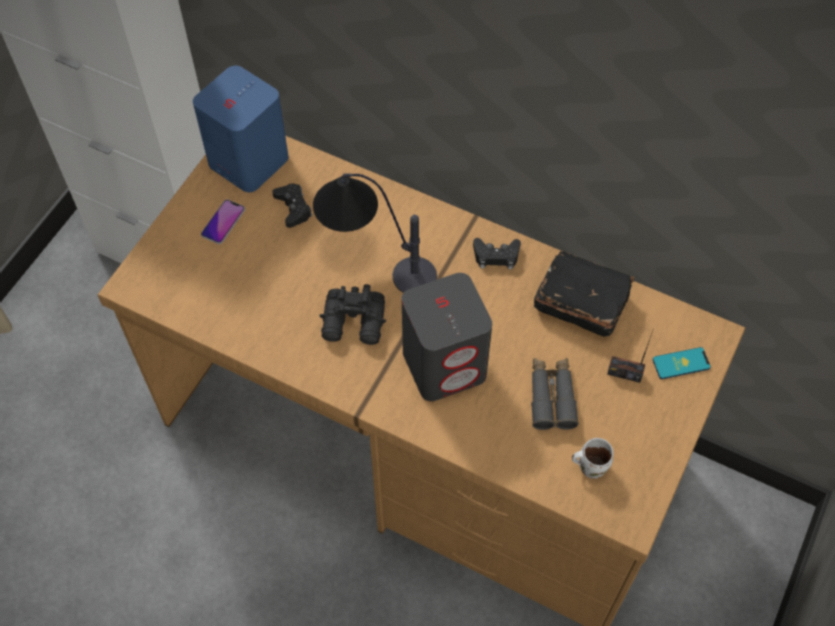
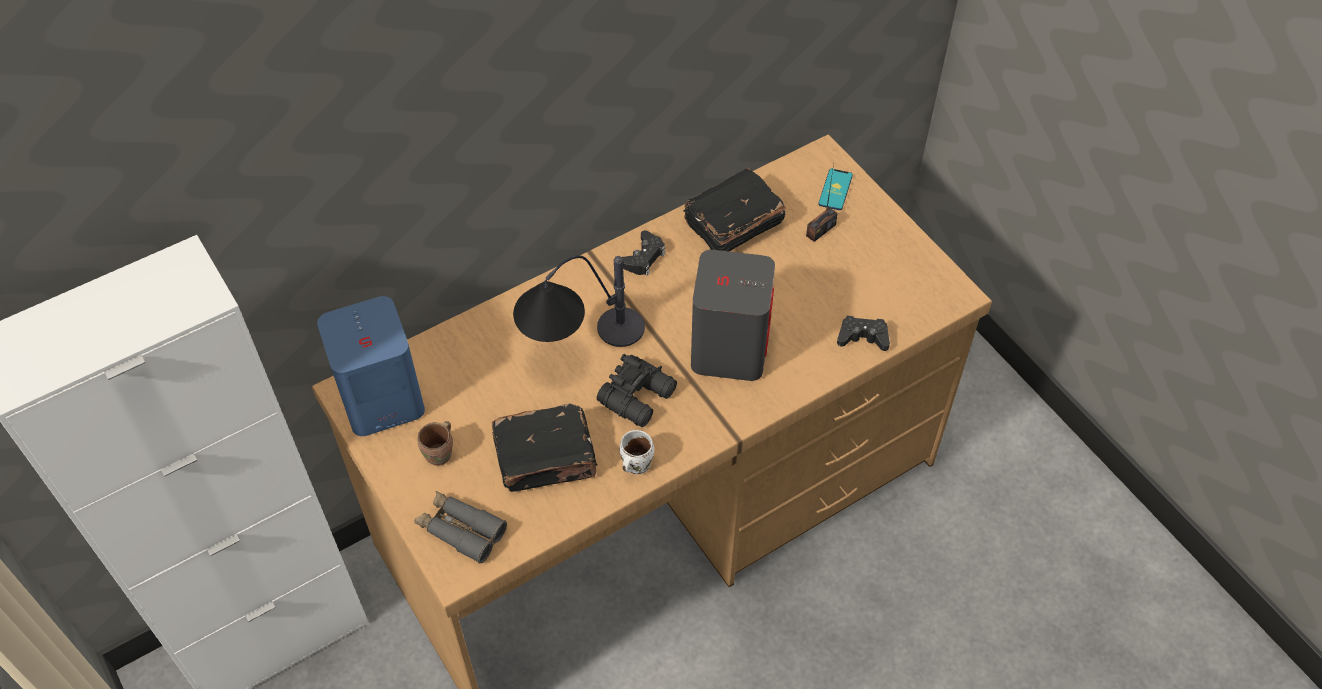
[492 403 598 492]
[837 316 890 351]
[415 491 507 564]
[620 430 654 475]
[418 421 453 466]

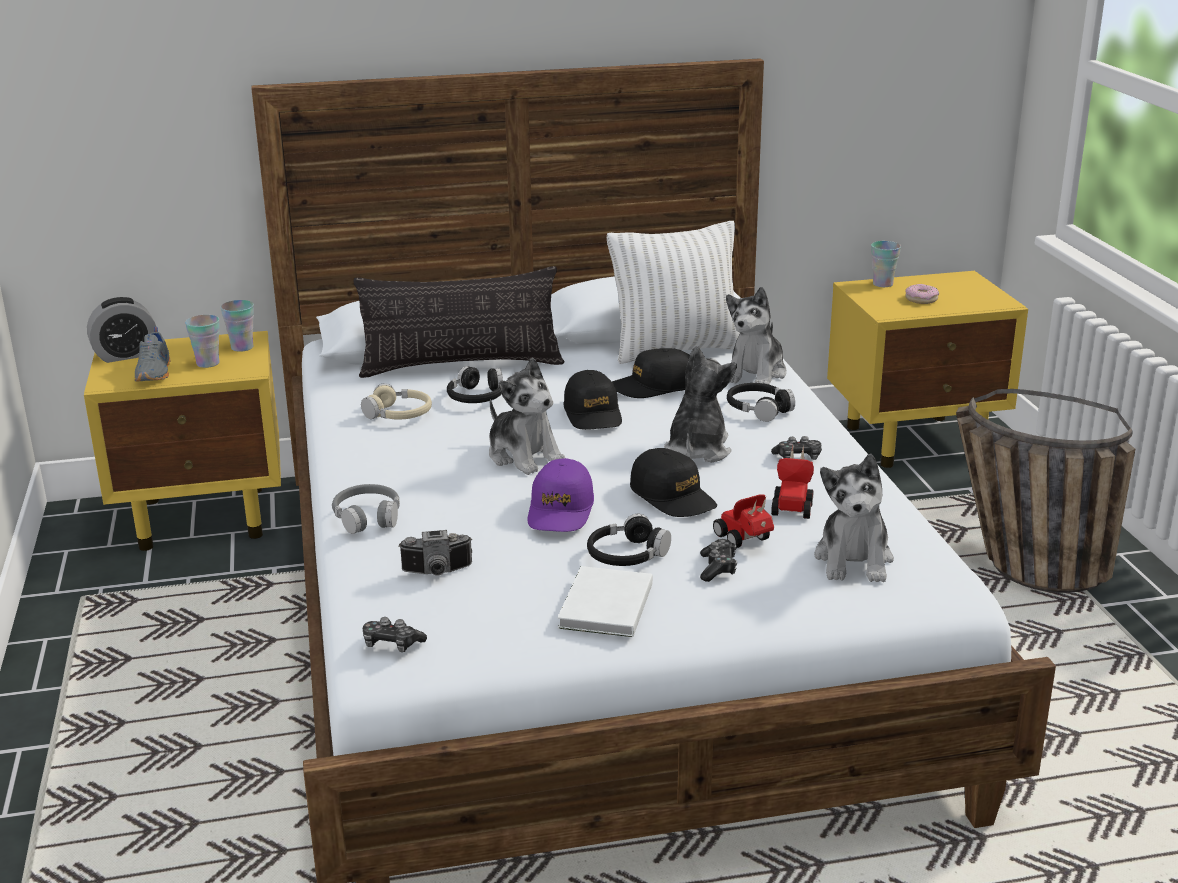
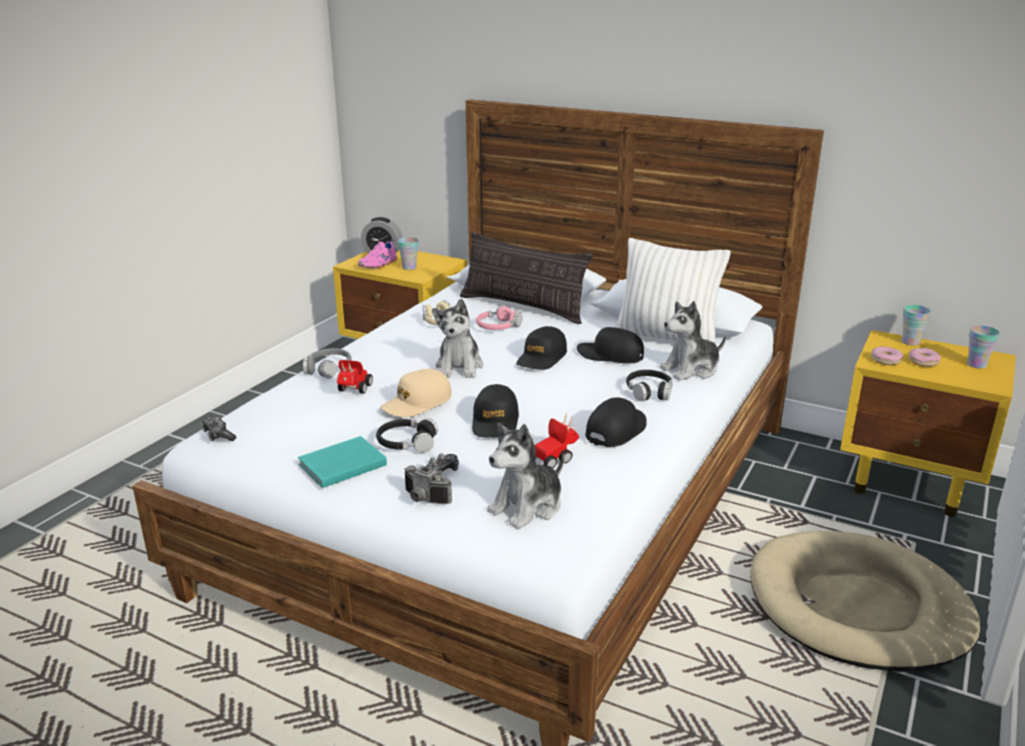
[664 346 737 462] (first image)
[871 346 903 365]
[967 325 1000 369]
[404 465 452 504]
[337 360 373 394]
[585 397 647 447]
[750 531 980 672]
[358 239 397 269]
[476 305 523 330]
[380 369 452 417]
[298 436 387 488]

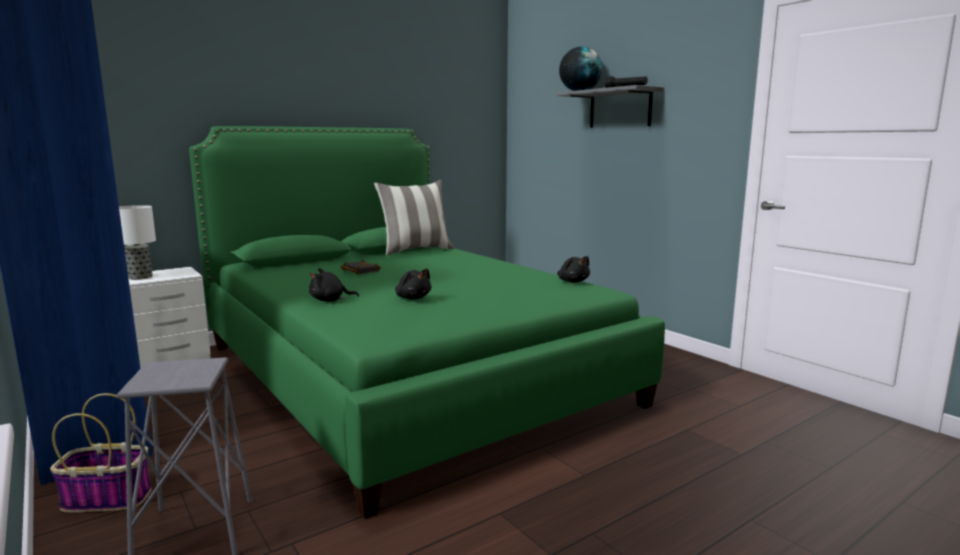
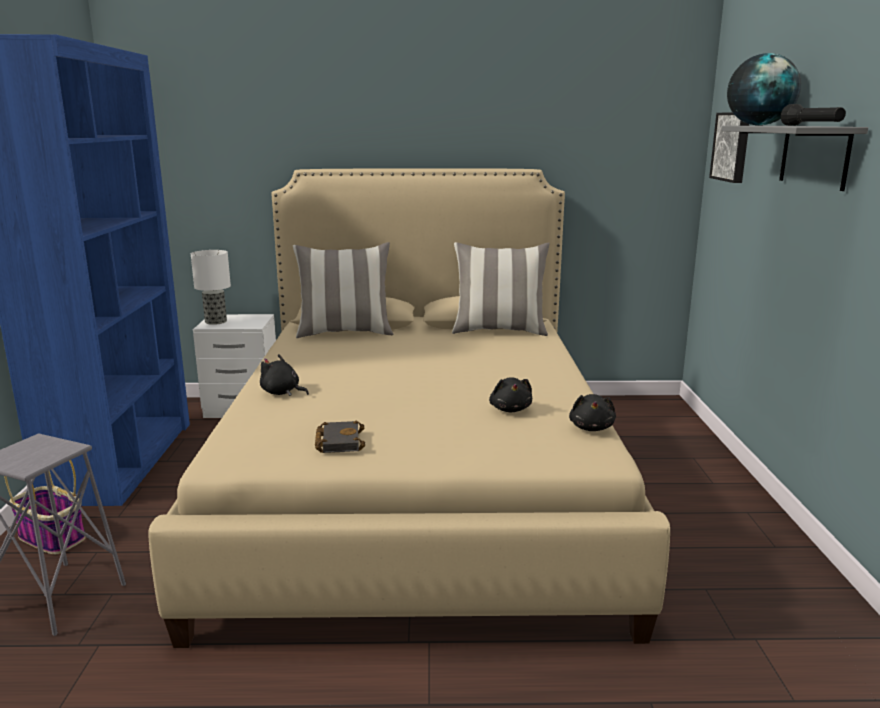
[293 242 393 338]
[709 112 749 183]
[315 421 365 453]
[489 377 532 412]
[149 168 670 648]

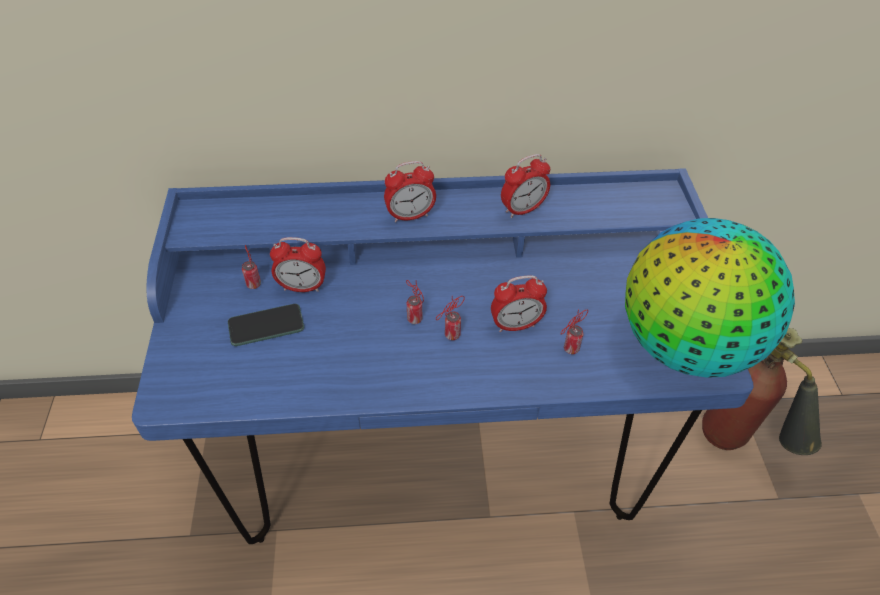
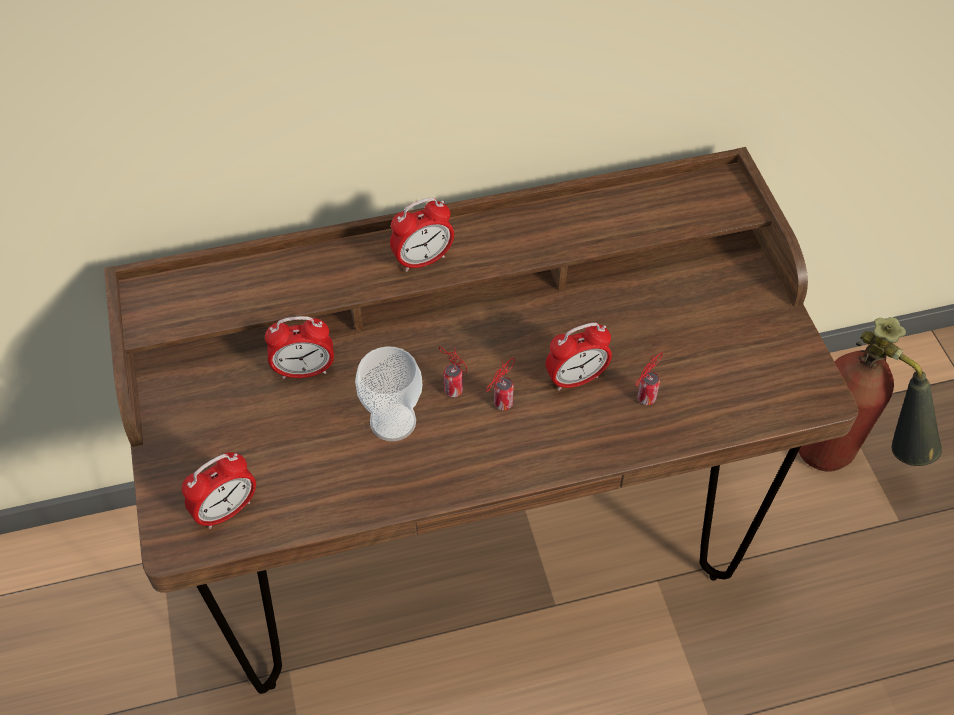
[228 304 304 346] (first image)
[242 245 261 289] (first image)
[625 218 795 378] (first image)
[355 346 422 441]
[182 452 256 529]
[104 147 859 694]

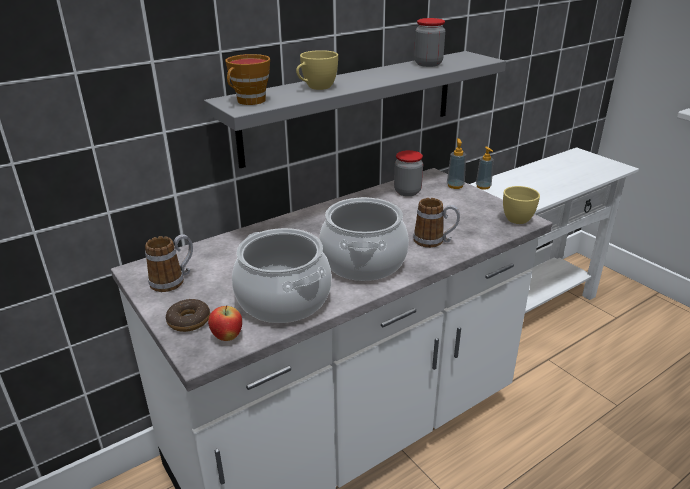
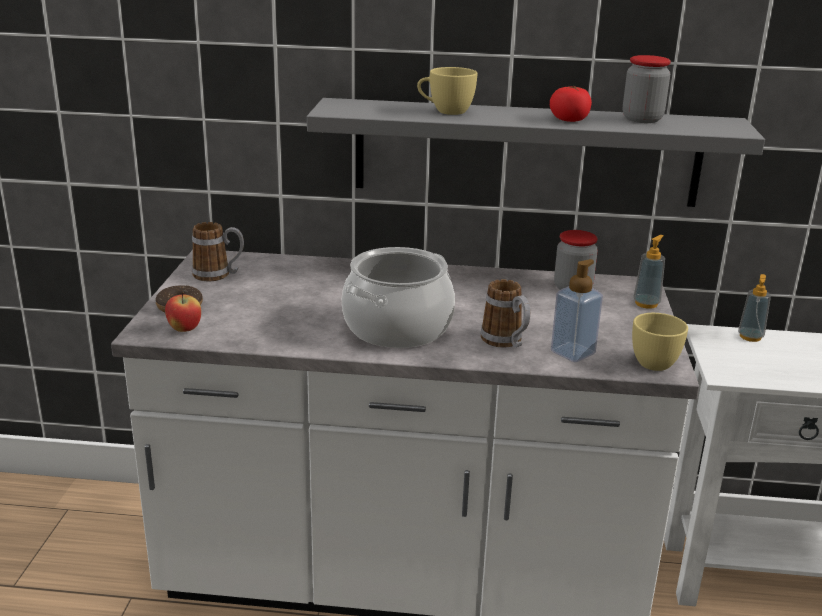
[226 54 270 105] (first image)
[232 228 331 323] (first image)
[550 86 592 122]
[551 259 603 362]

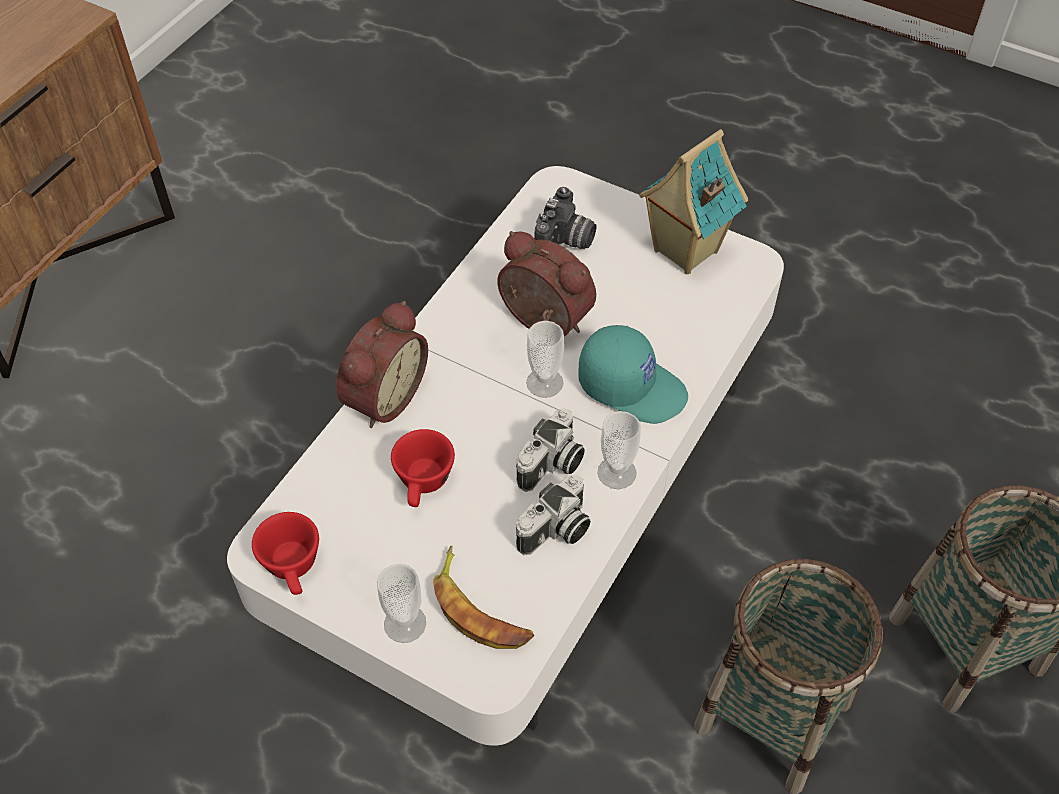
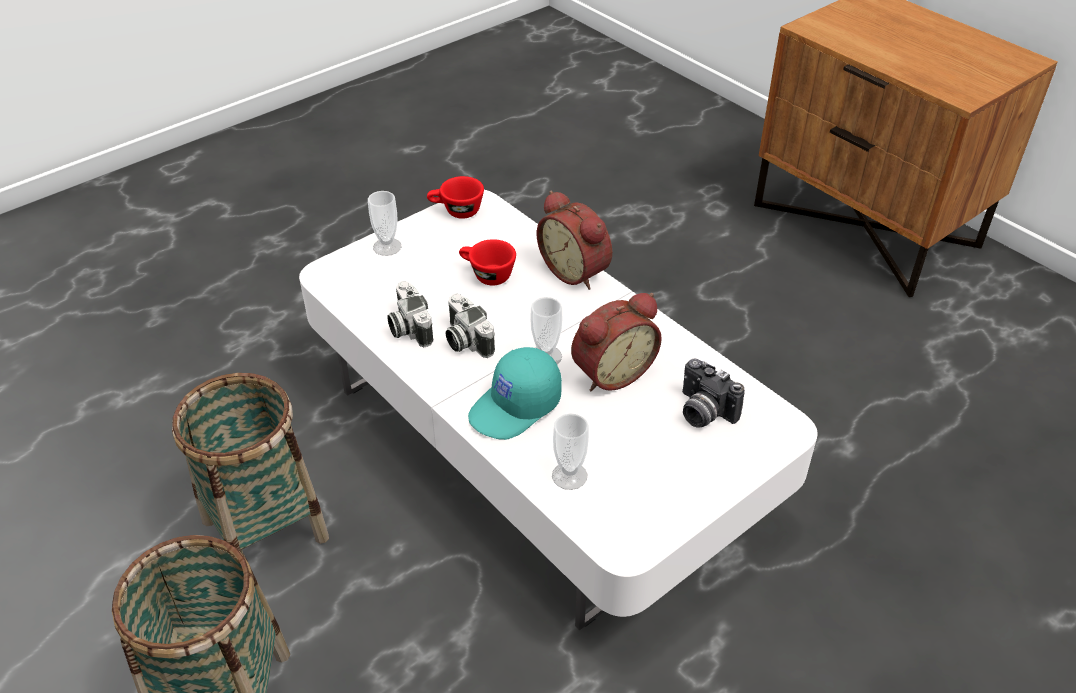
[433 546 534 649] (first image)
[639 129 748 274] (first image)
[552 413 589 490]

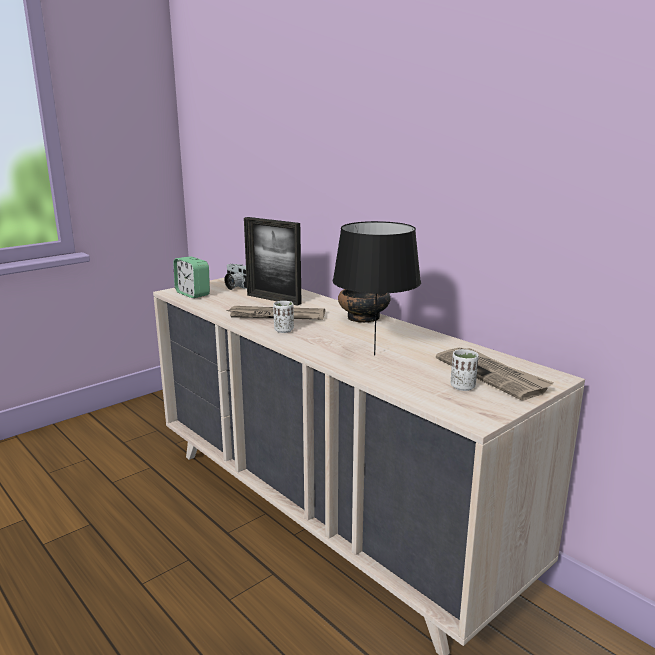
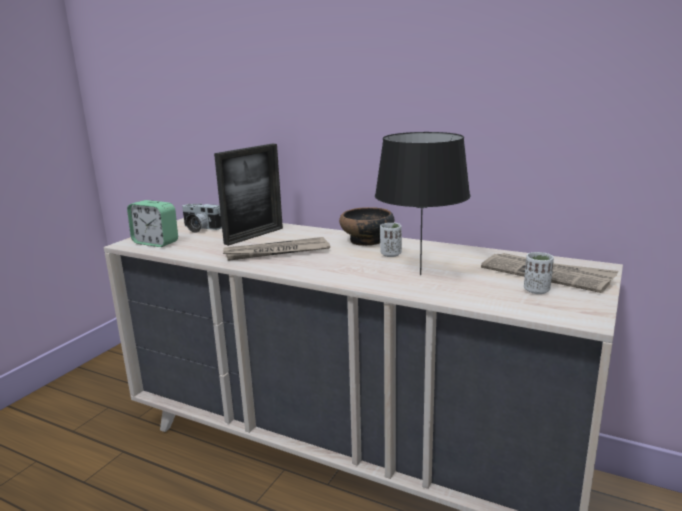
[380 223 402 257]
[214 144 283 246]

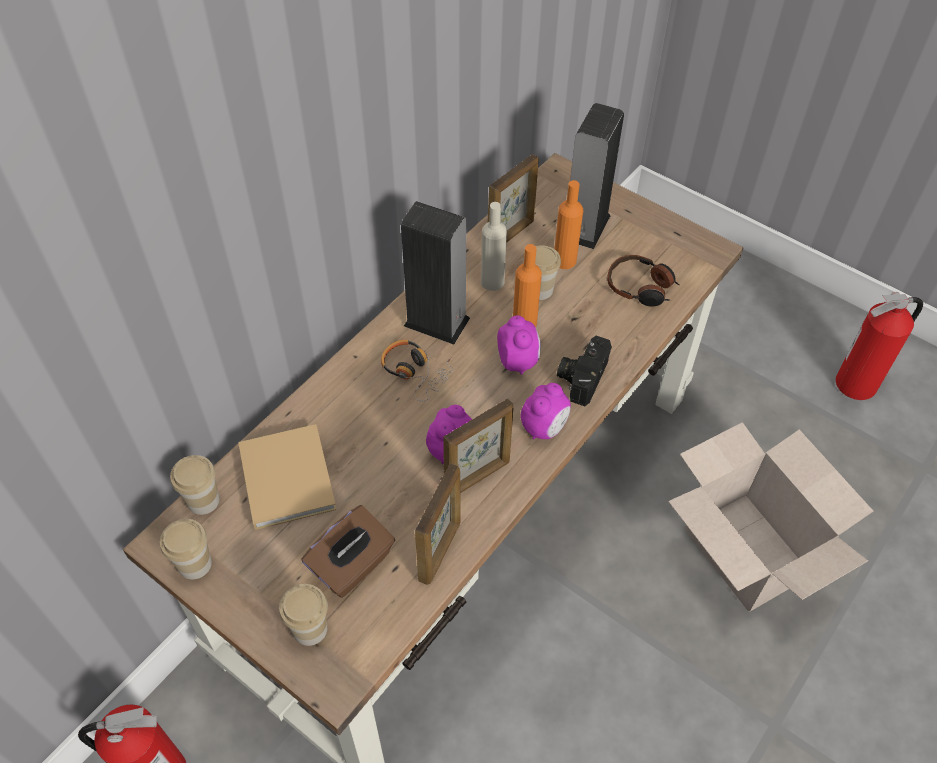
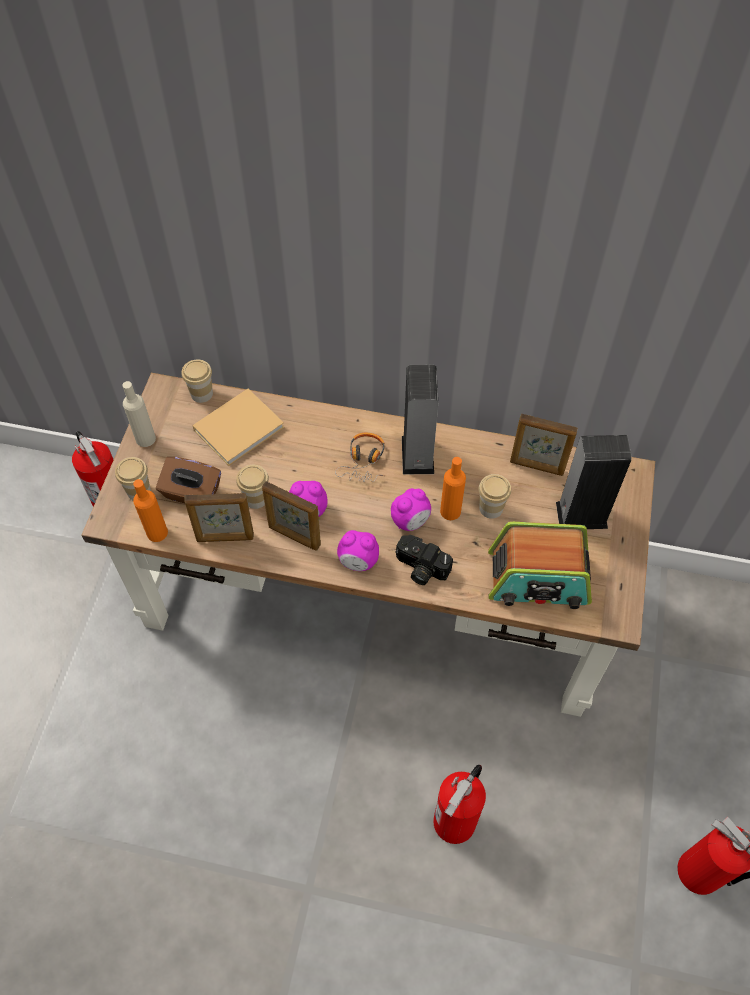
[236 465 269 509]
[122 381 156 447]
[133 479 168 542]
[488 522 592 609]
[433 765 486 844]
[395 535 453 585]

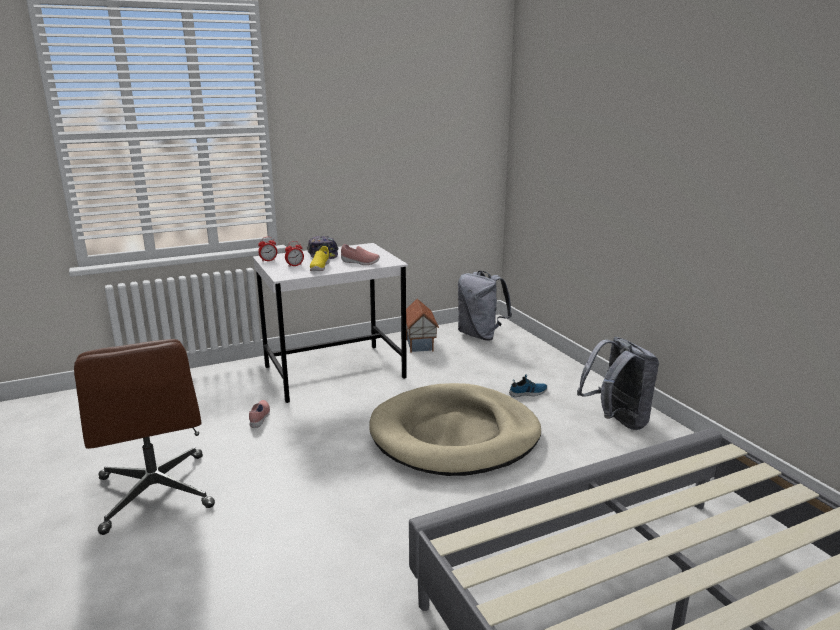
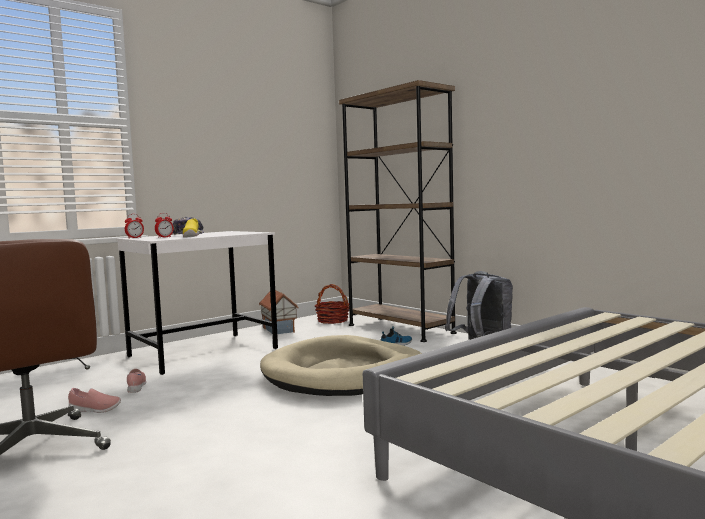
[339 80 457 342]
[68 388 121 413]
[315 284 349 324]

